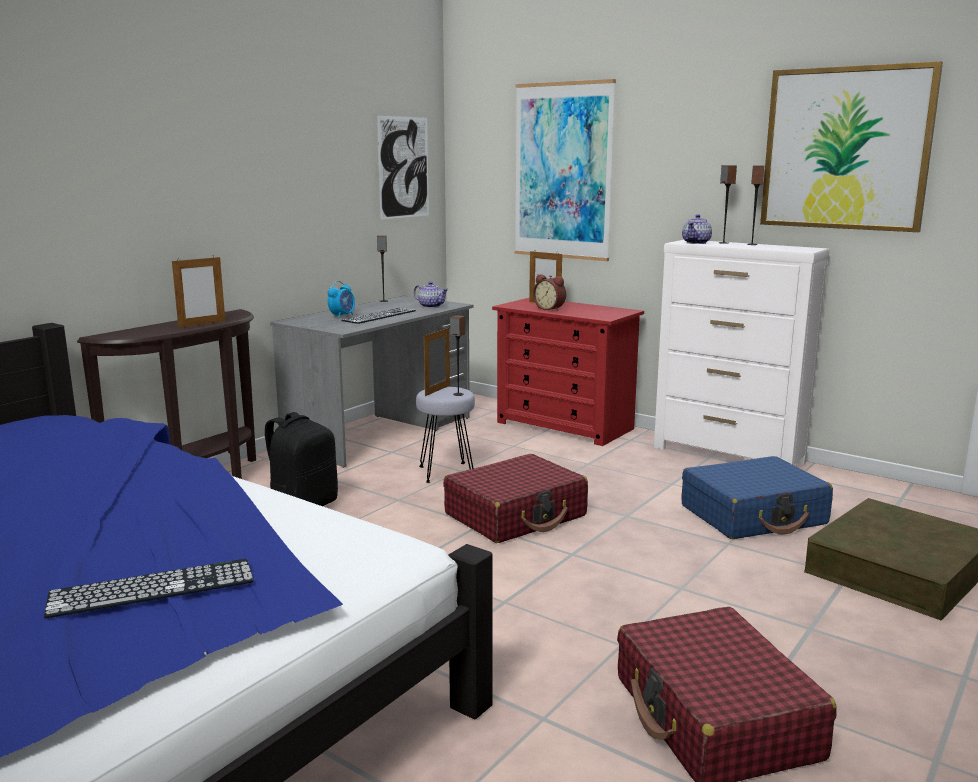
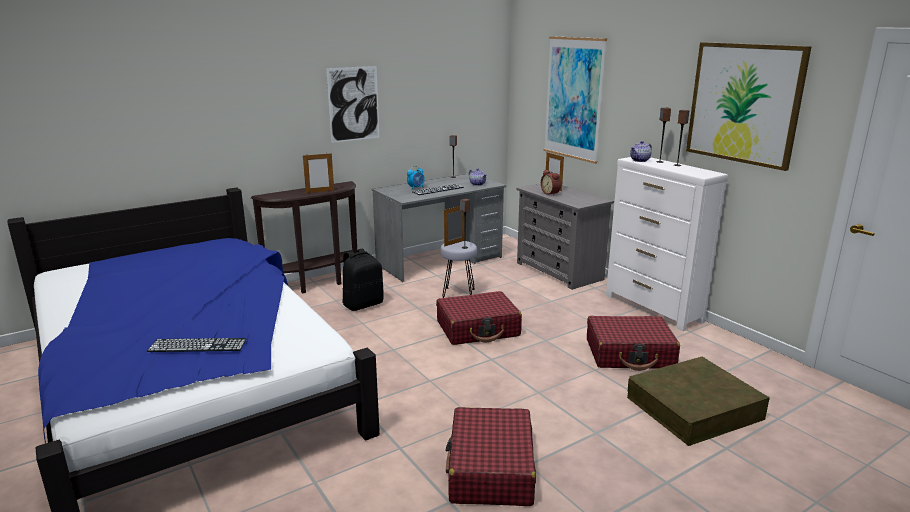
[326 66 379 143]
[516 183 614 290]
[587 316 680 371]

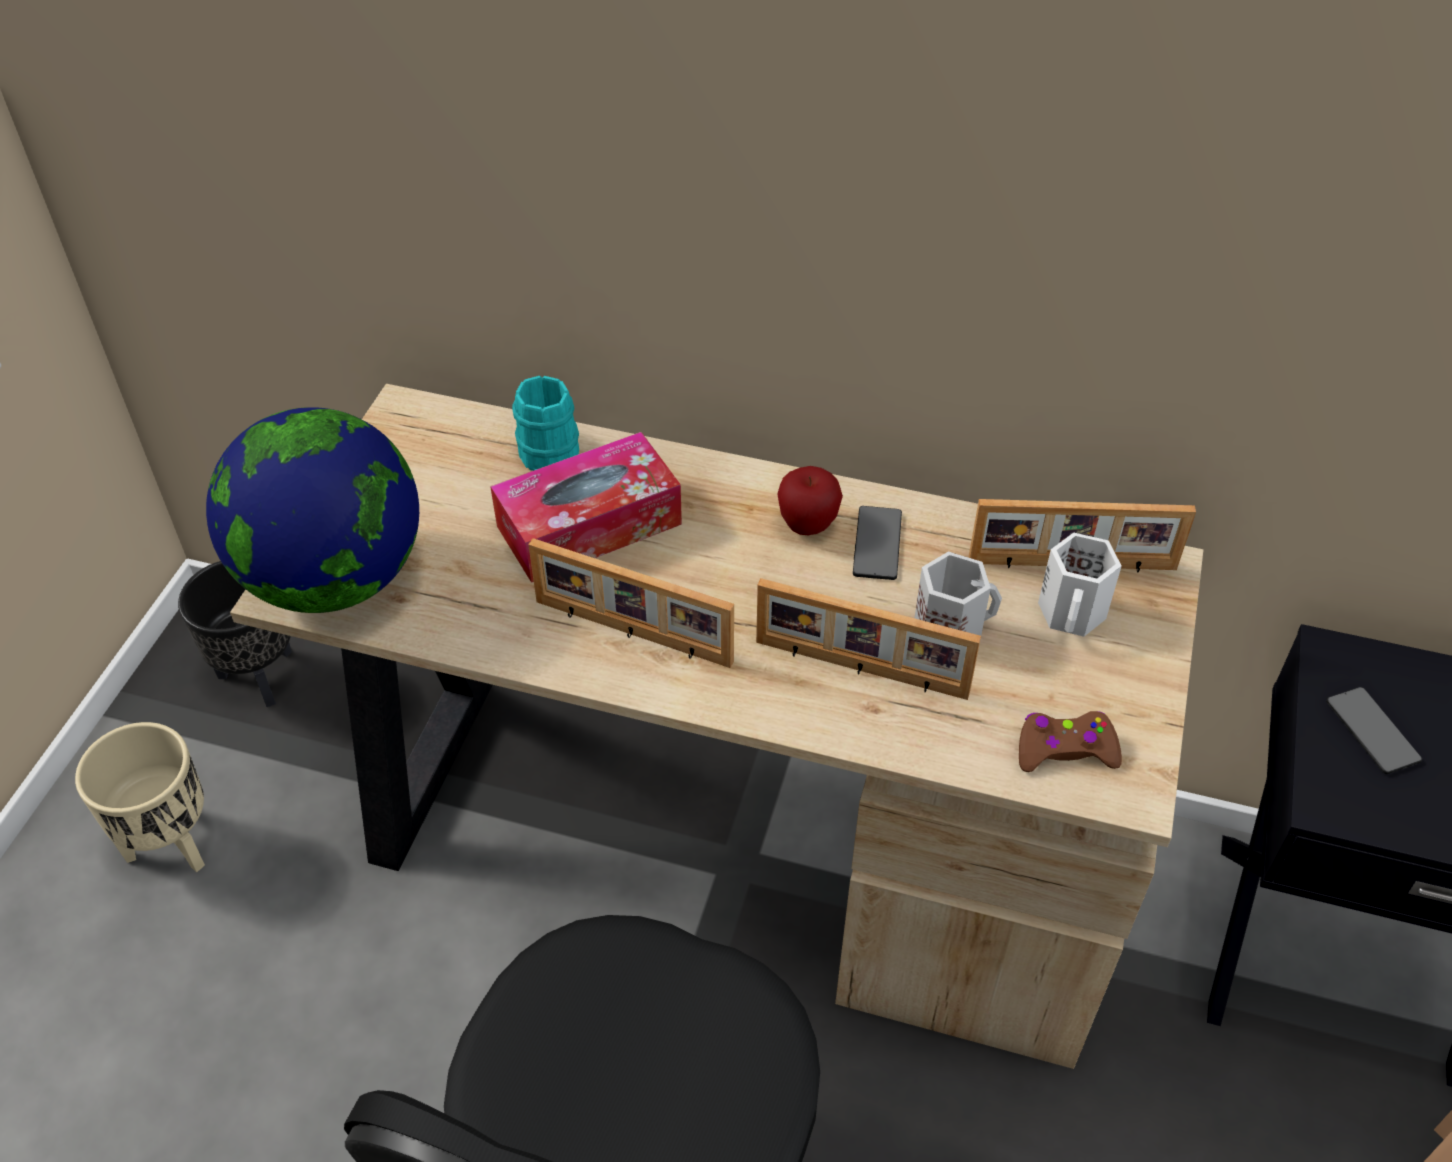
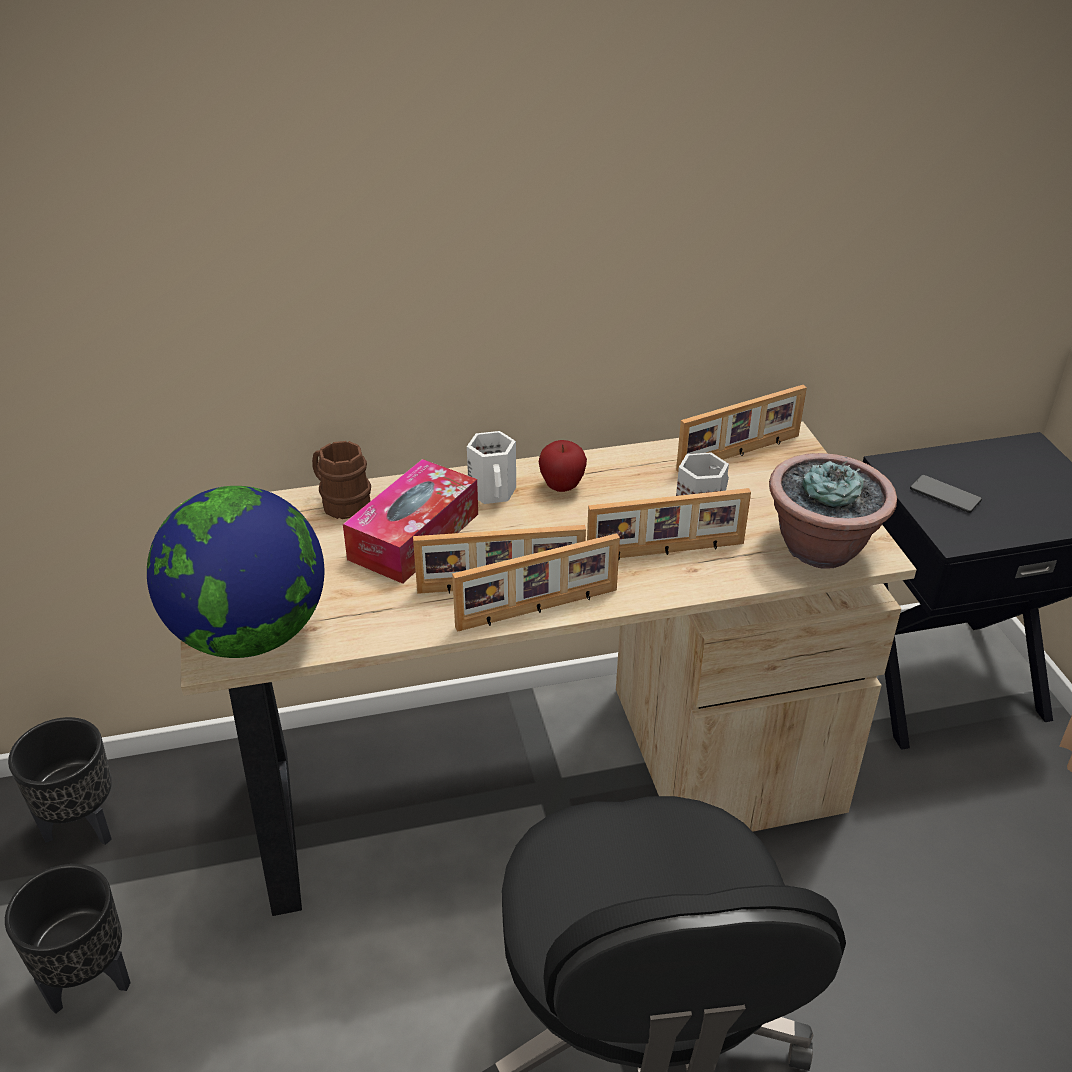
[853 506 902 580] (first image)
[452 533 620 632]
[467 431 516 504]
[769 453 897 569]
[5 864 131 1014]
[312 441 371 519]

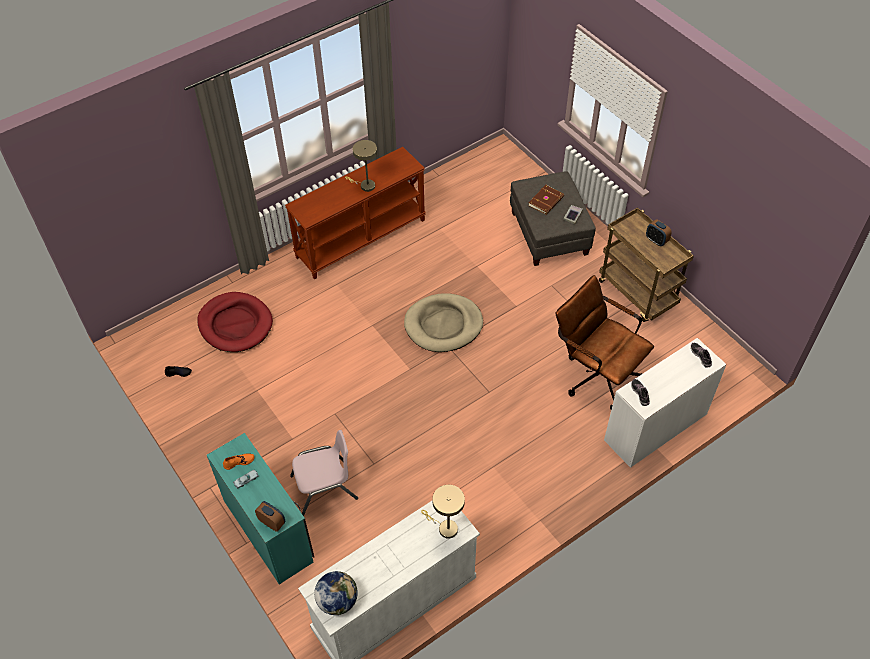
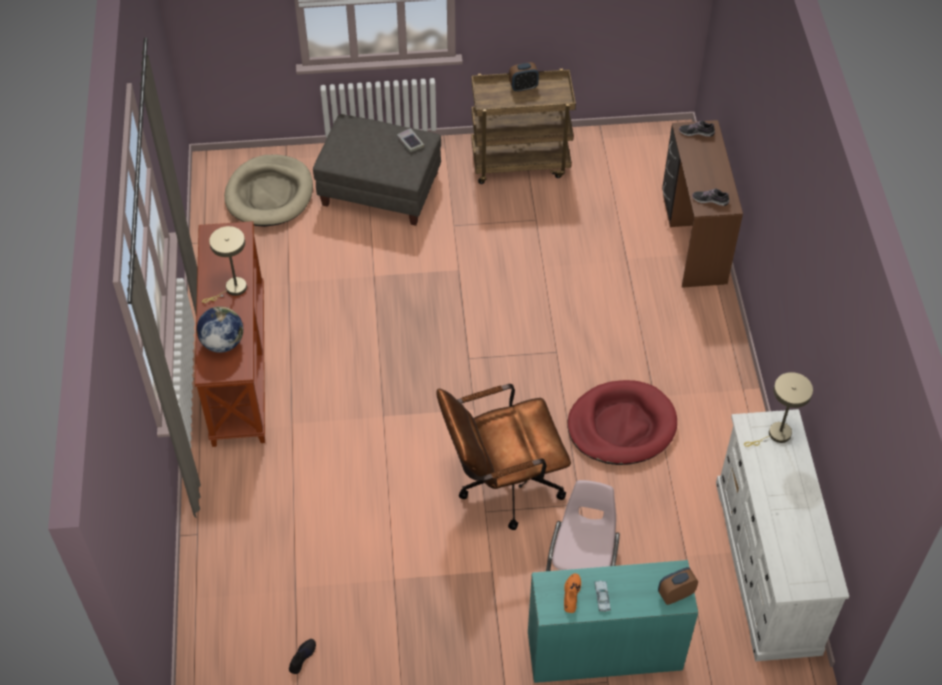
[528 185 564 215] (first image)
[567 380 677 465]
[197 306 243 353]
[224 154 313 227]
[436 384 571 530]
[662 120 743 288]

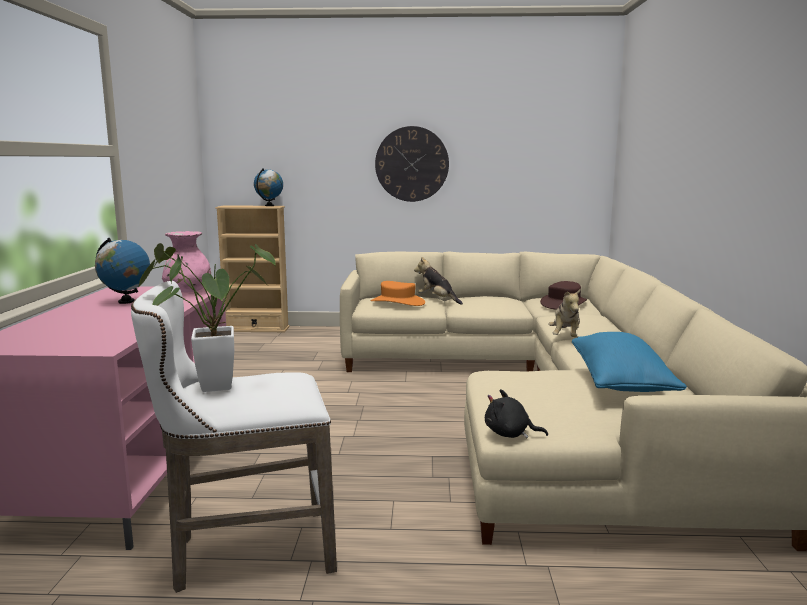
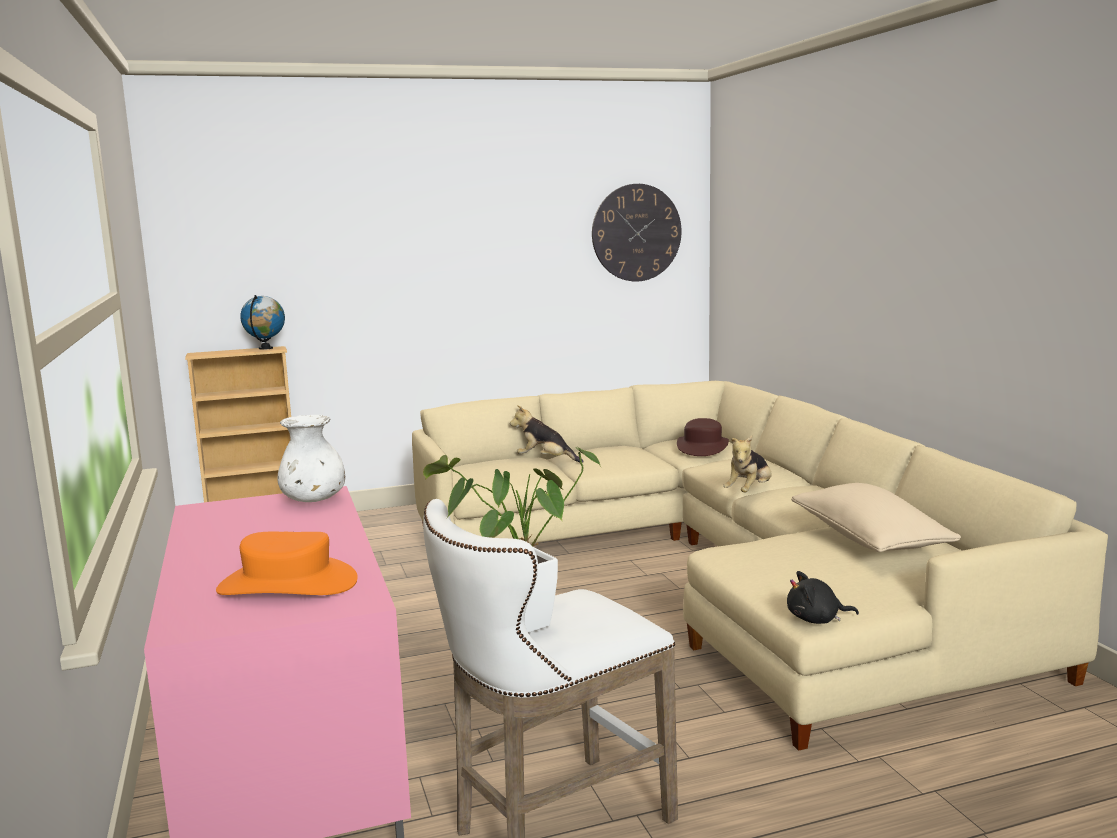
[95 238 150 304] (first image)
[216 532 358 595]
[592 184 681 282]
[277 415 345 502]
[791 483 961 552]
[723 436 772 492]

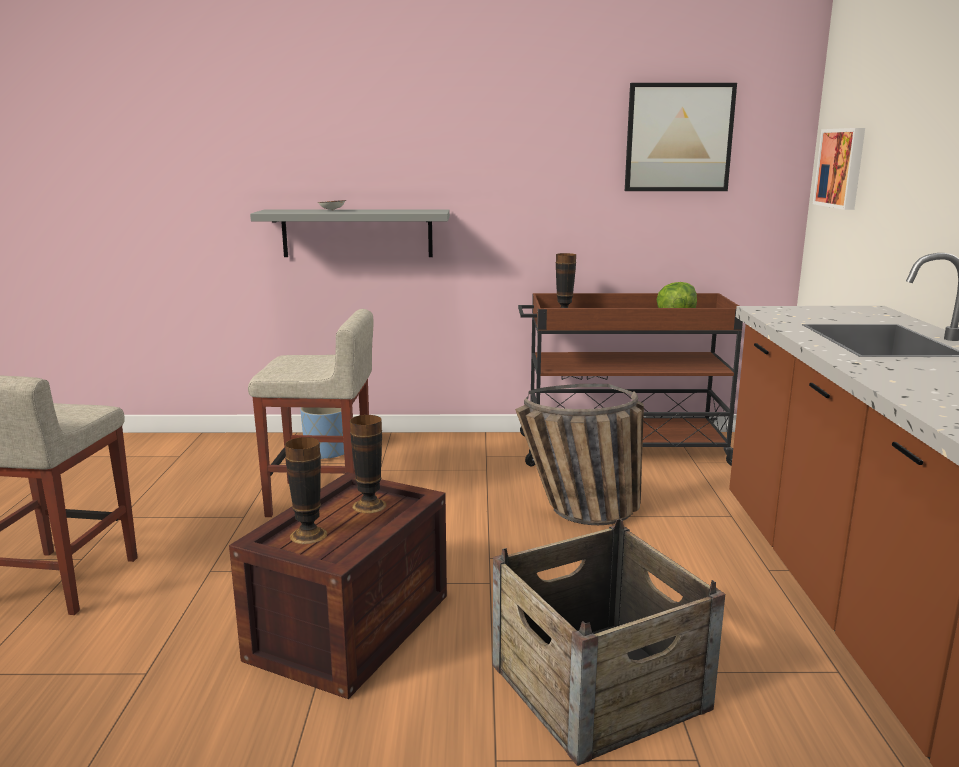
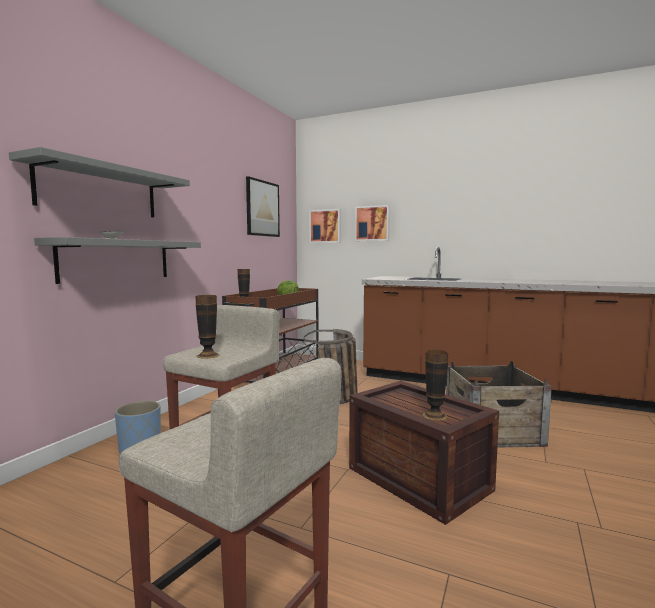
[9 147 190 218]
[355 205 390 241]
[195 295 220 359]

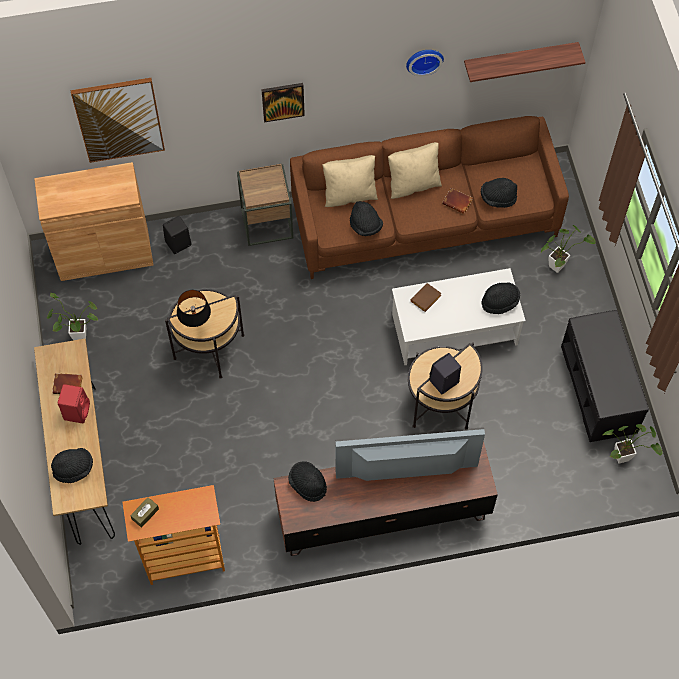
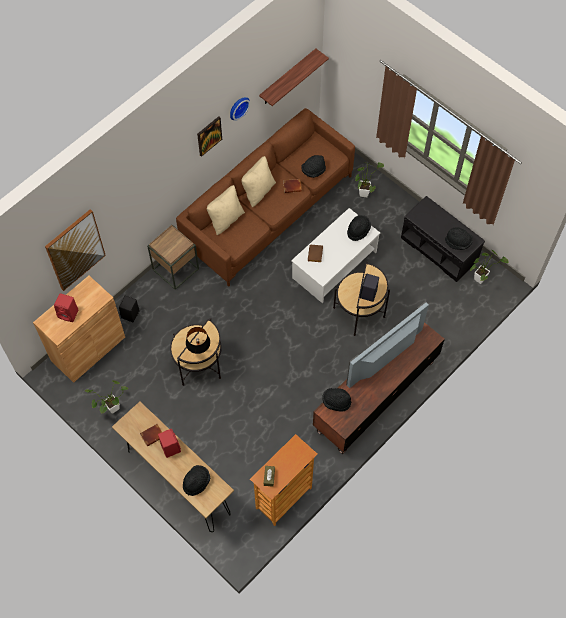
[54 293 79 322]
[197 116 222 157]
[445 227 473 250]

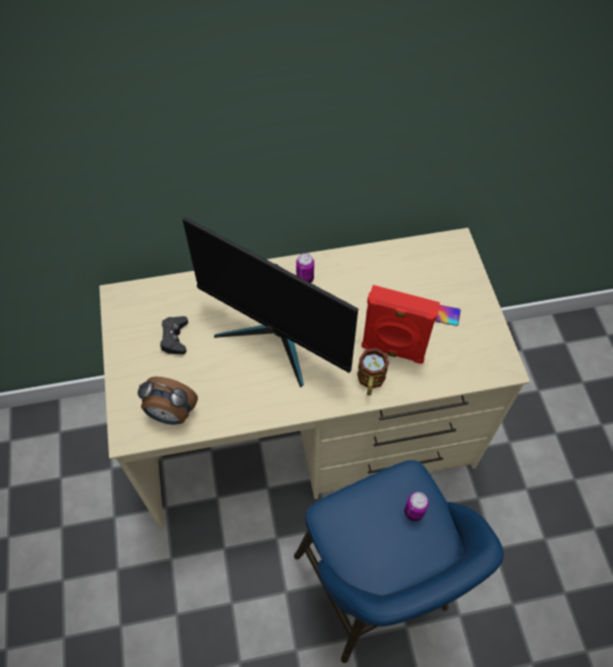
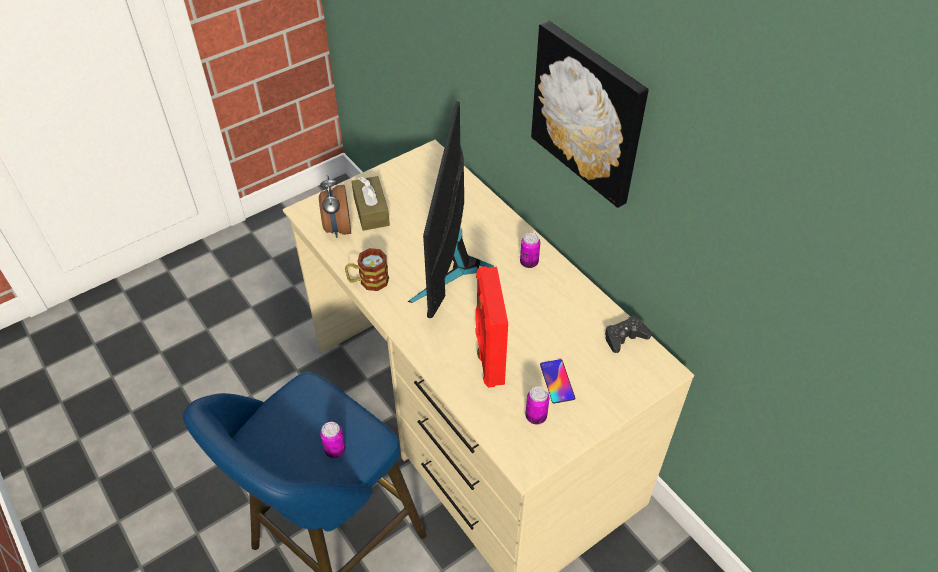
[352 176 390 231]
[525 386 549 424]
[531 20 649 208]
[605 316 652 353]
[345 248 389 291]

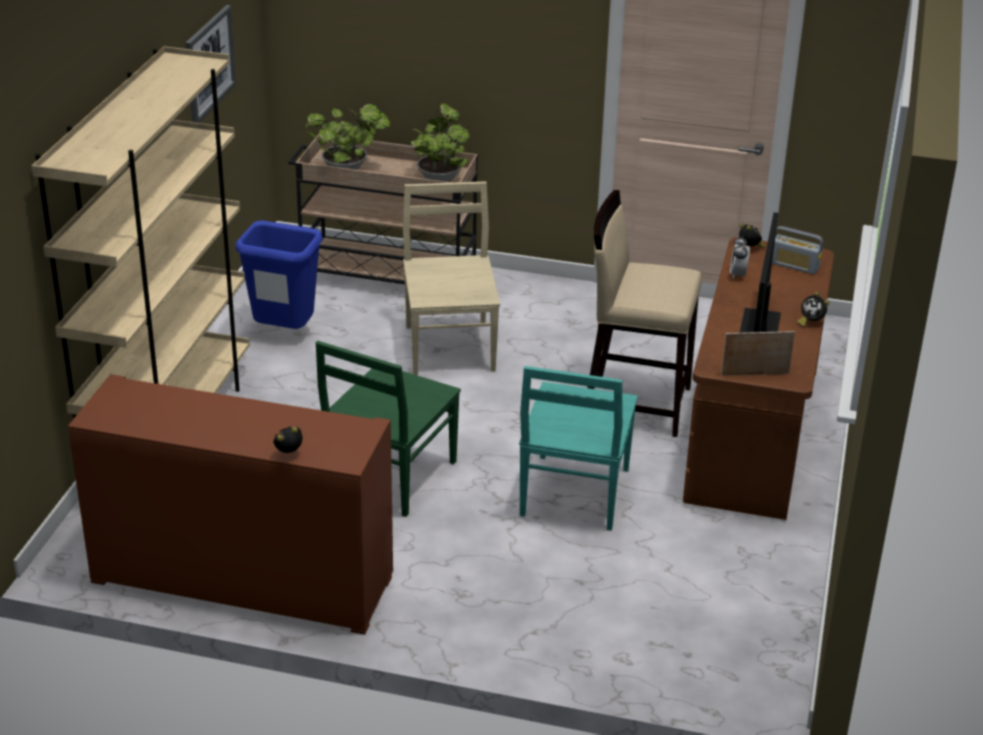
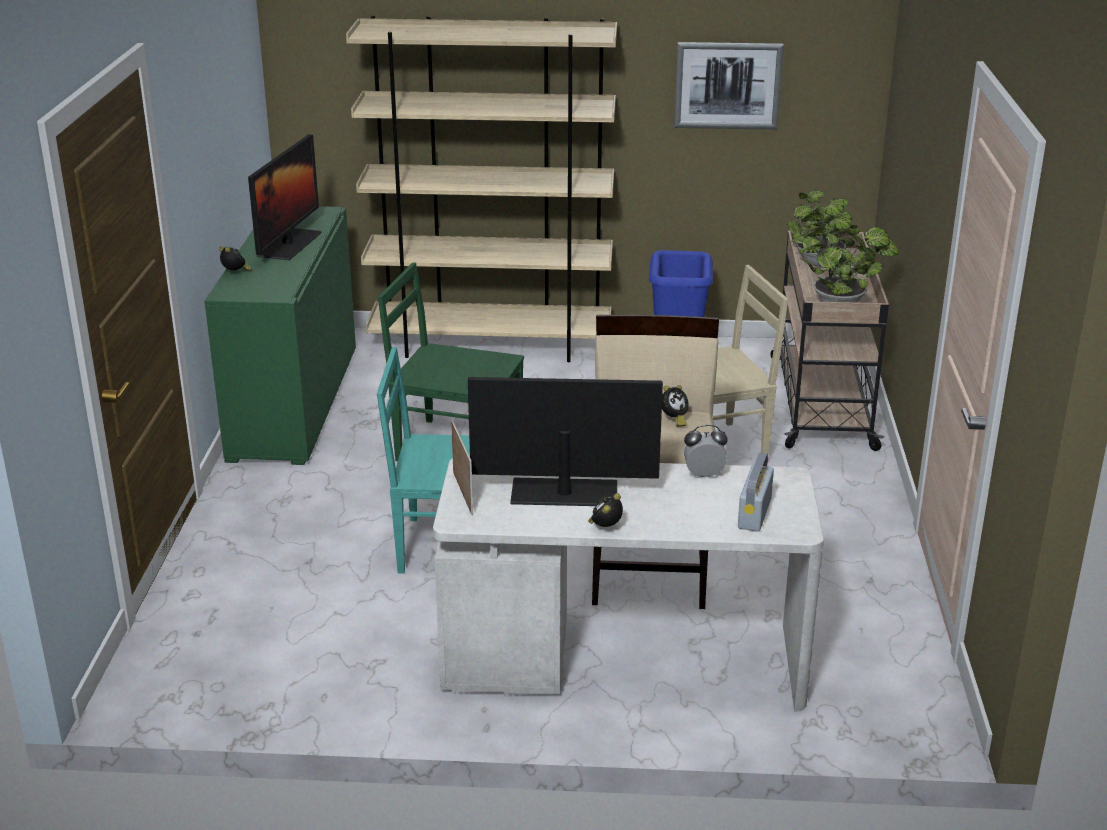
[248 134 321 260]
[662 385 689 427]
[204 206 356 465]
[433 458 824 712]

